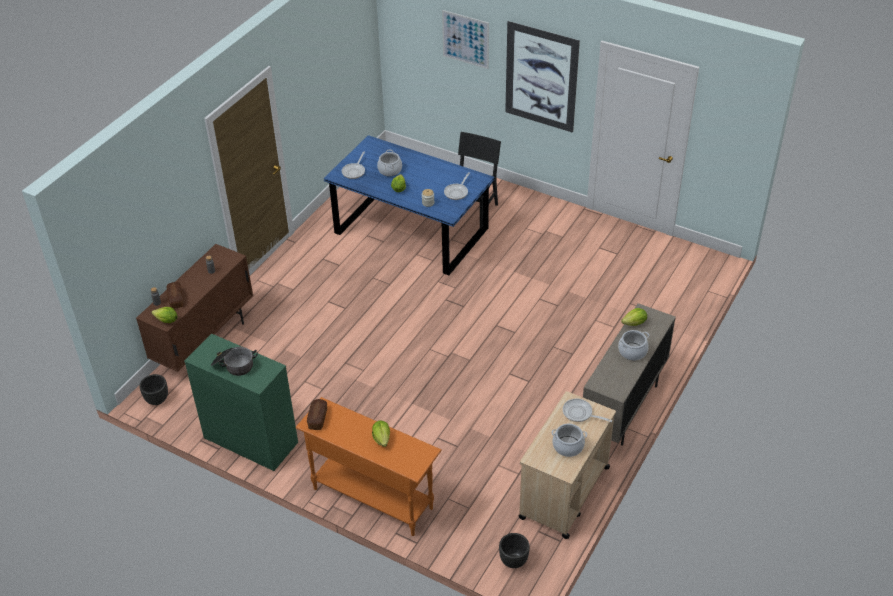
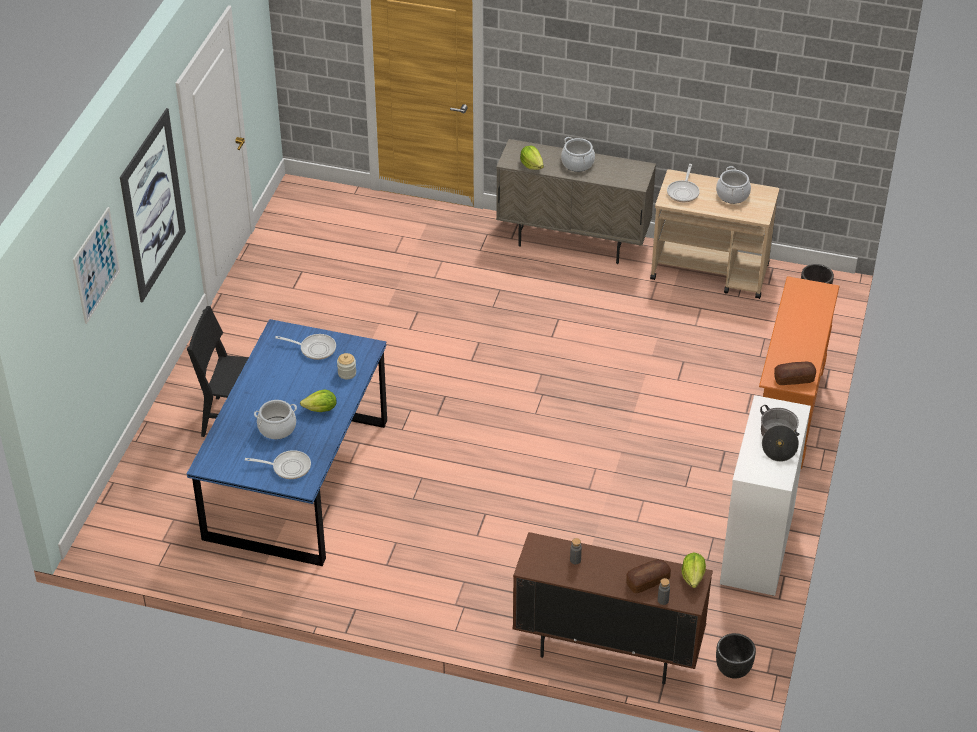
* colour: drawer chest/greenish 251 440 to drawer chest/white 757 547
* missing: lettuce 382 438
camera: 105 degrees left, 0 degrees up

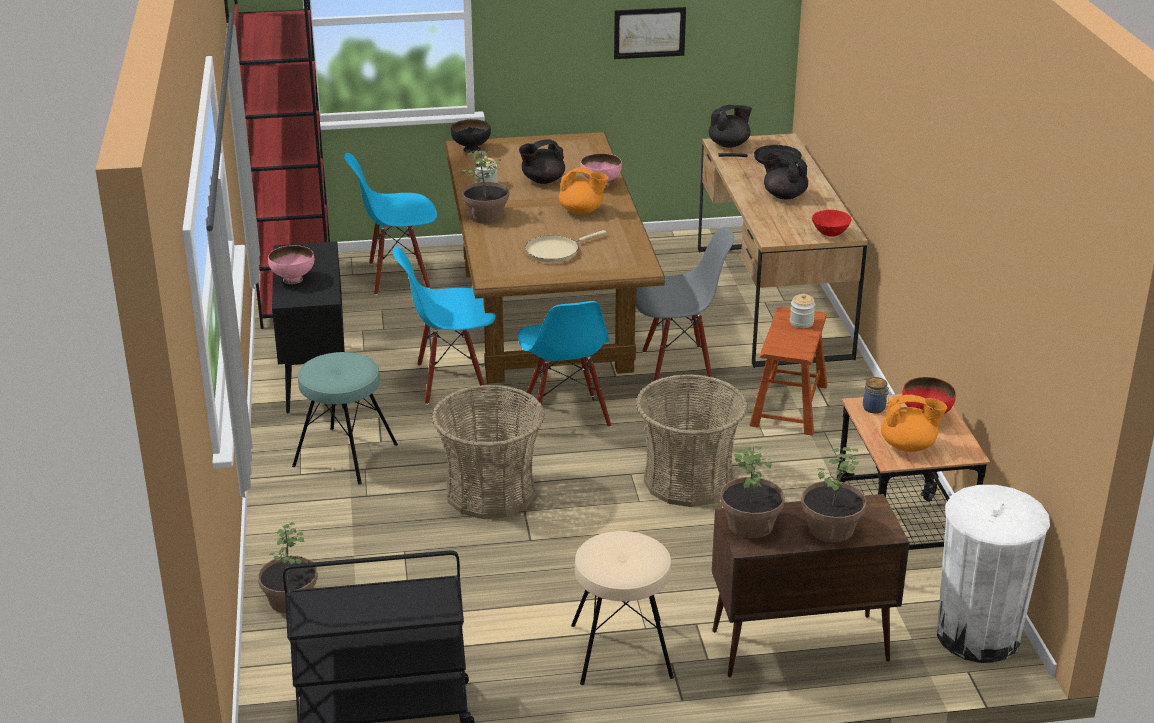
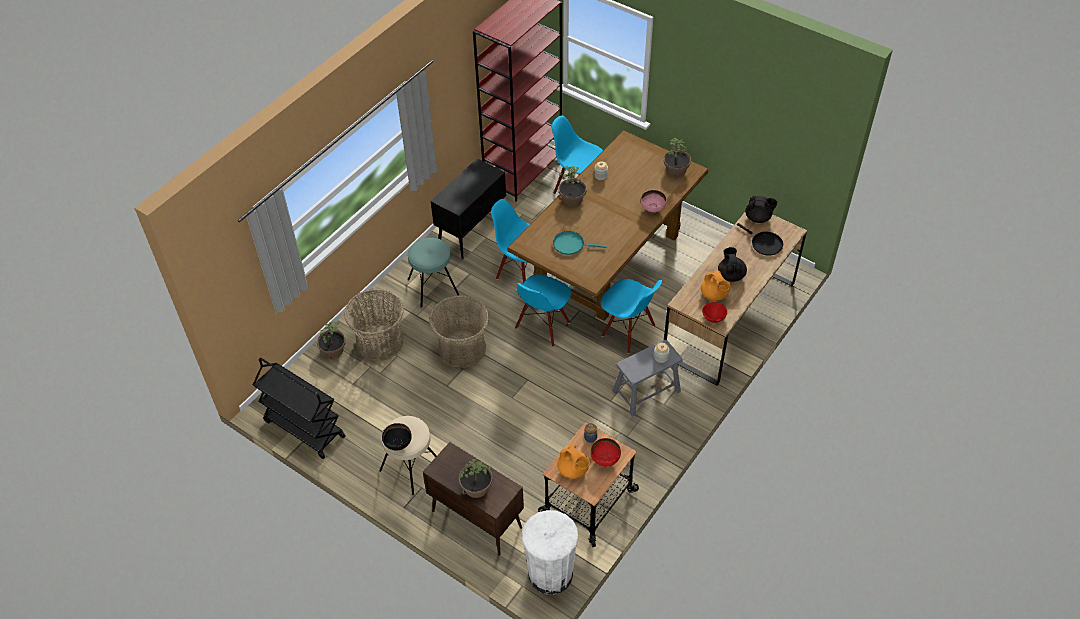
* relocated: storage basket 688 481 to 379 342
* relocated: serving bowl/black 471 149 to 398 444
* colour: frying pan/sand-coloured 555 251 to frying pan/blue-green 571 245
* colour: plain chair/greyish 678 367 to plain chair/blue 628 331
* colour: stool/brown 789 405 to stool/greyish 646 391
* relocated: houseplant 751 524 to 676 170
* relocated: pot for tea/orange-coloured 582 211 to 714 295
* missing: serving bowl/pink 293 280
* missing: pot for tea/black 542 180
* missing: picture 649 32
camera: 45 degrees right, 20 degrees up

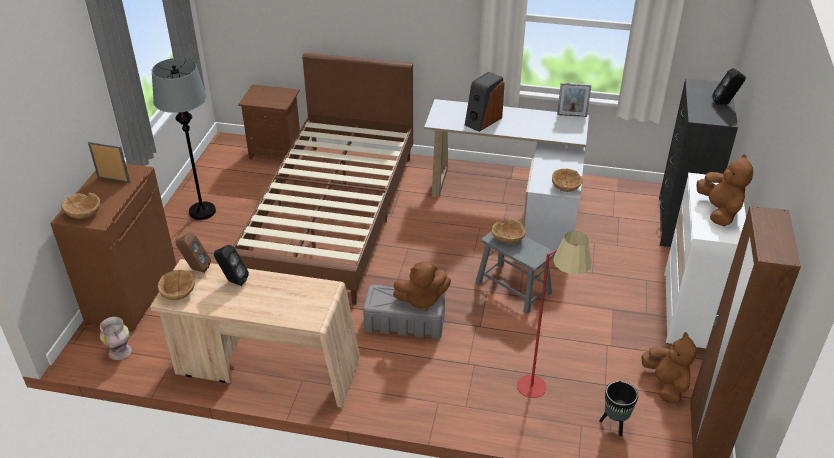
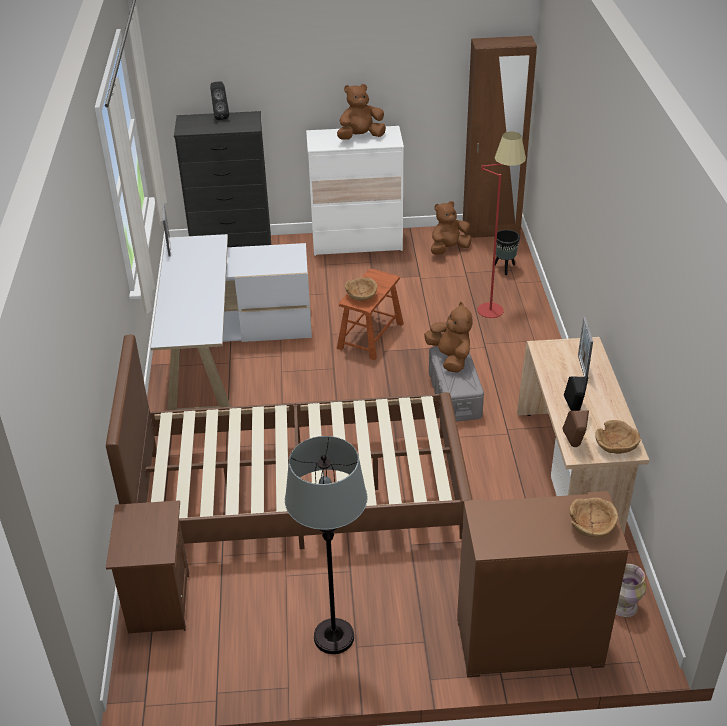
* colour: stool/greyish 513 288 to stool/brown 370 336
* relocated: standing frame 114 179 to 582 367
* missing: loudspeaker 483 121
* missing: serving bowl/brown 565 186
camera: 105 degrees left, 0 degrees up

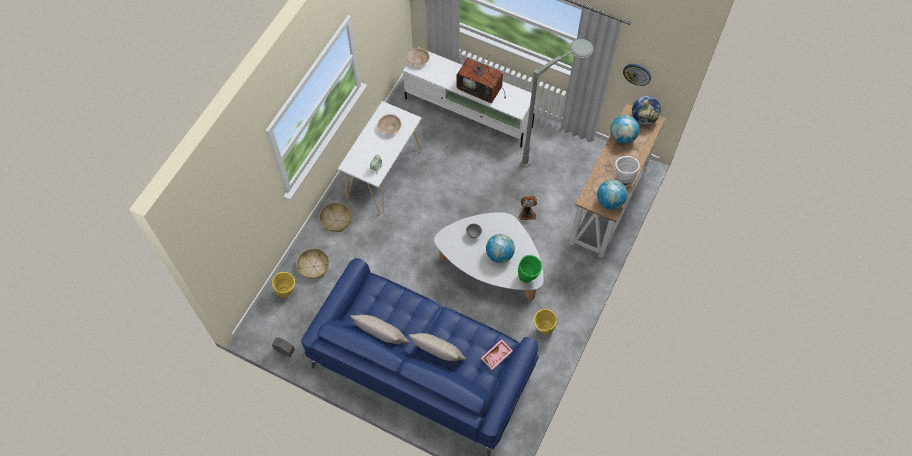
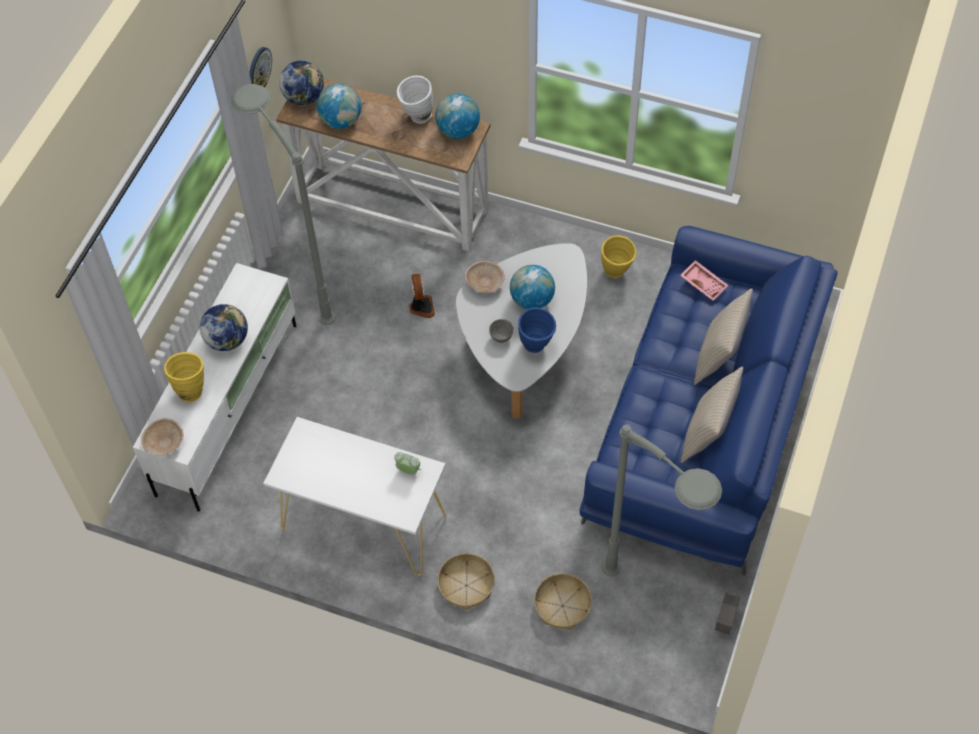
* relocated: decorative vase/yellow-coloured 287 292 to 191 389
* exchanged: TV 481 89 to desk globe 227 340
* relocated: serving bowl/sand-coloured 389 128 to 485 283
* appeared: decorative vase/blue 537 347
* appeared: standard lamp/greyish 653 609
* missing: decorative vase/greenish 528 277
camera: 95 degrees left, 5 degrees down

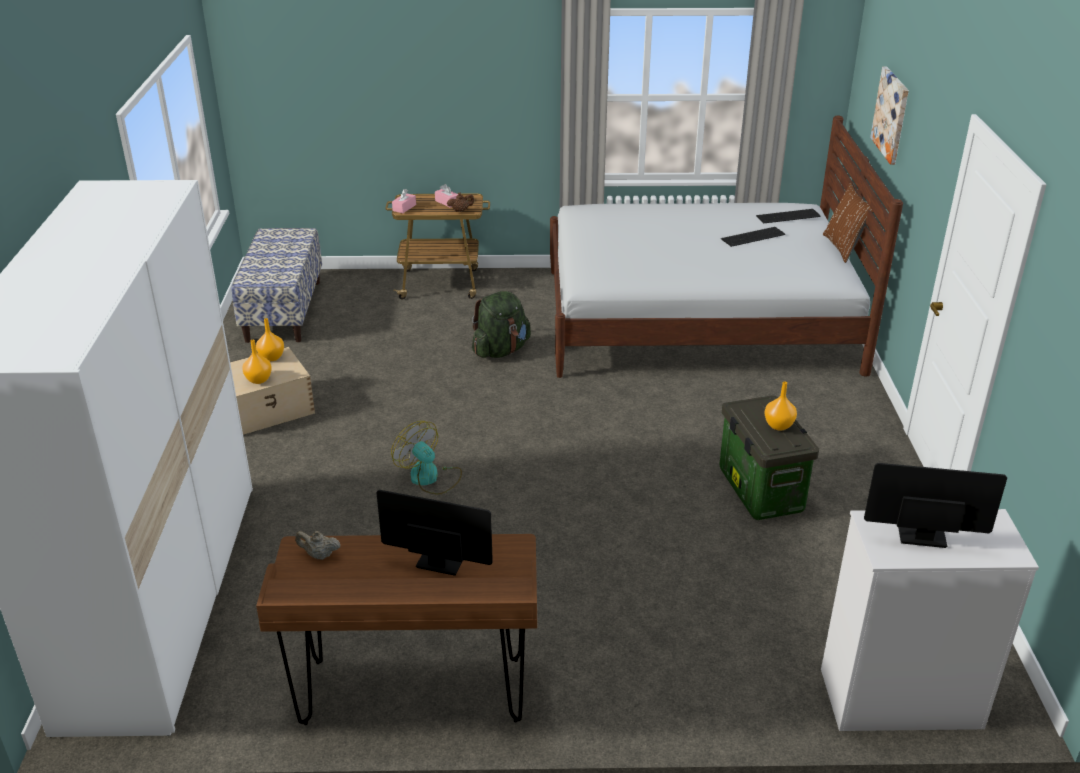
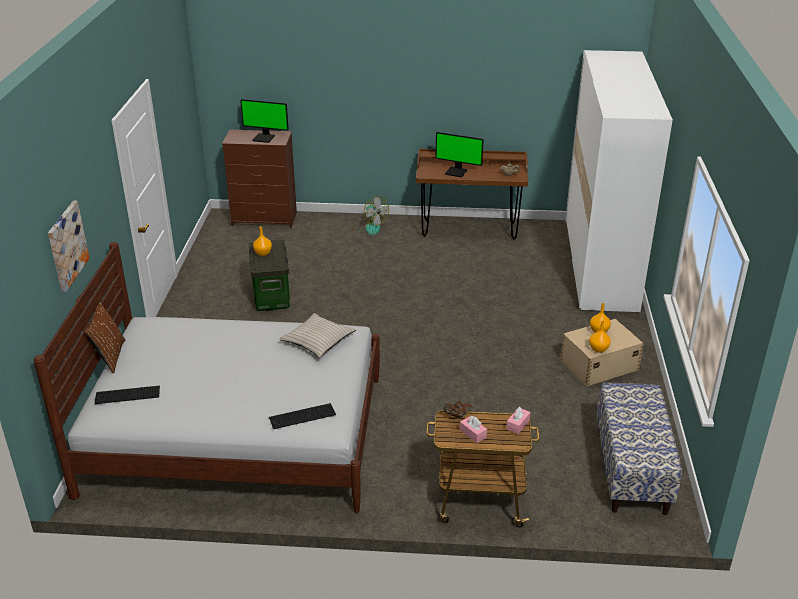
* colour: drawer chest/white 898 698 to drawer chest/brown 265 219
* relocated: PC keyboard 754 237 to 301 415
* appeared: pillow/sand-coloured 317 341
* relocated: fan 430 478 to 369 227
* missing: rucksack/greenish 501 350
camera: 175 degrees left, 0 degrees up

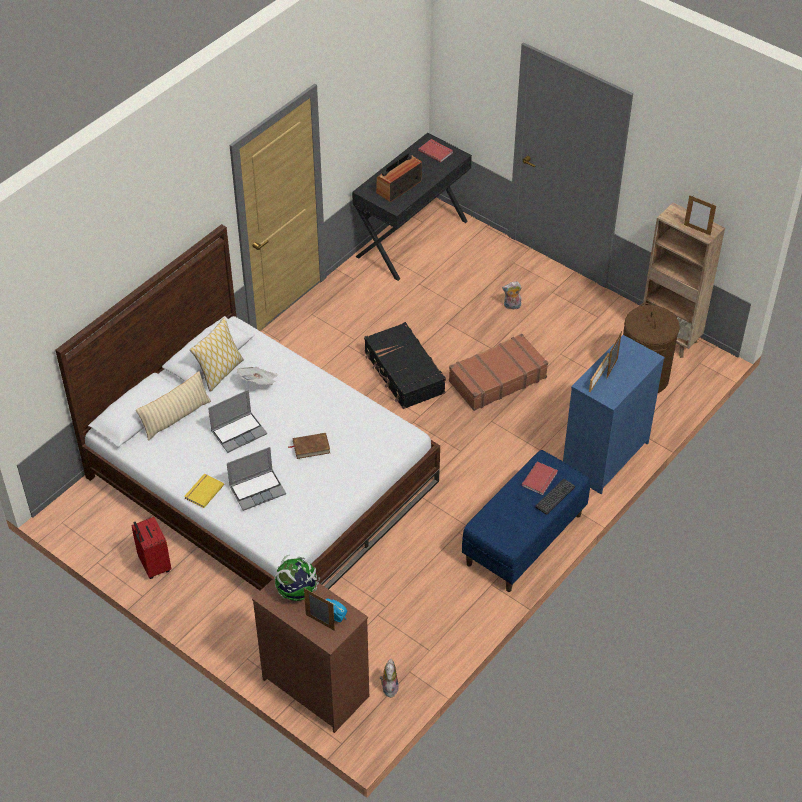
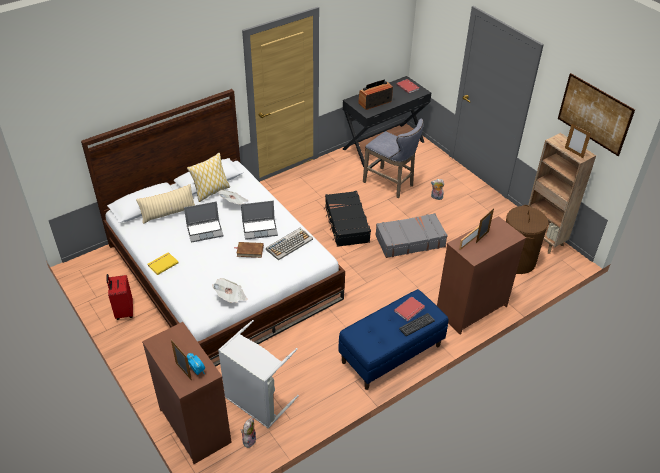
* appeared: printed paper 231 297
* appeared: hamper/greyish 257 402
* relocated: portable computer 258 489 to 260 229
* appeared: PC keyboard 289 244
* appeared: stool/greyish 391 184
* colour: piece of luggage/brown 496 379 to piece of luggage/greyish 409 241
* colour: drawer chest/blue 604 456 to drawer chest/brown 471 308
* appeared: picture 594 114
* missing: desk globe 297 592
camera: 15 degrees right, 5 degrees down

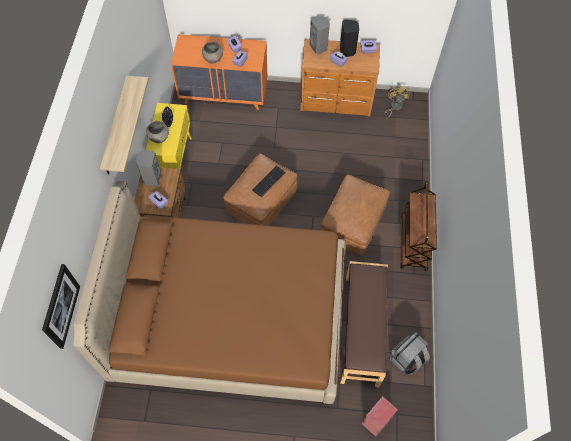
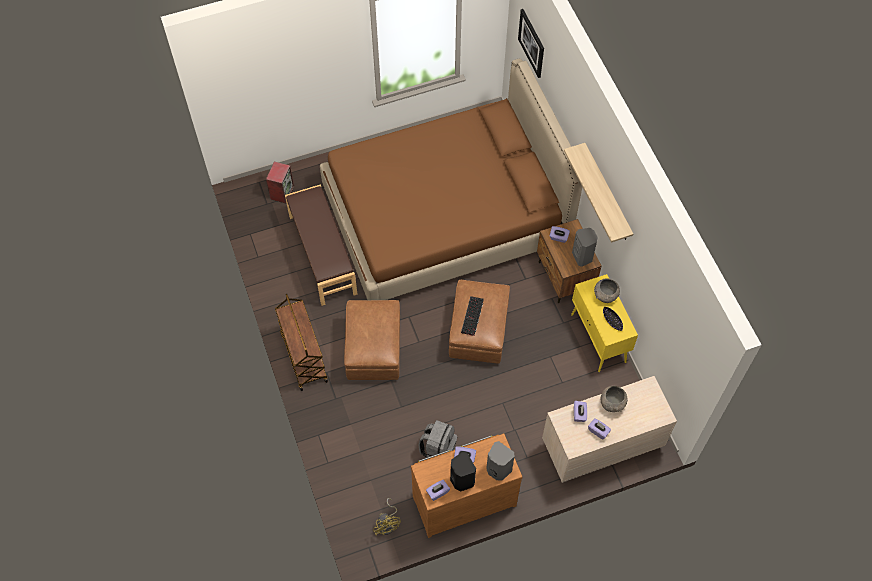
* relocated: rucksack/greyish 407 359 to 438 449
* colour: drawer chest/orange-coloured 224 94 to drawer chest/sand-coloured 601 447
camera: 155 degrees right, 0 degrees up

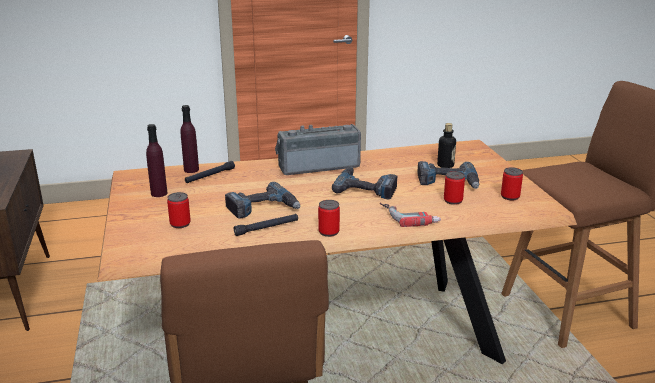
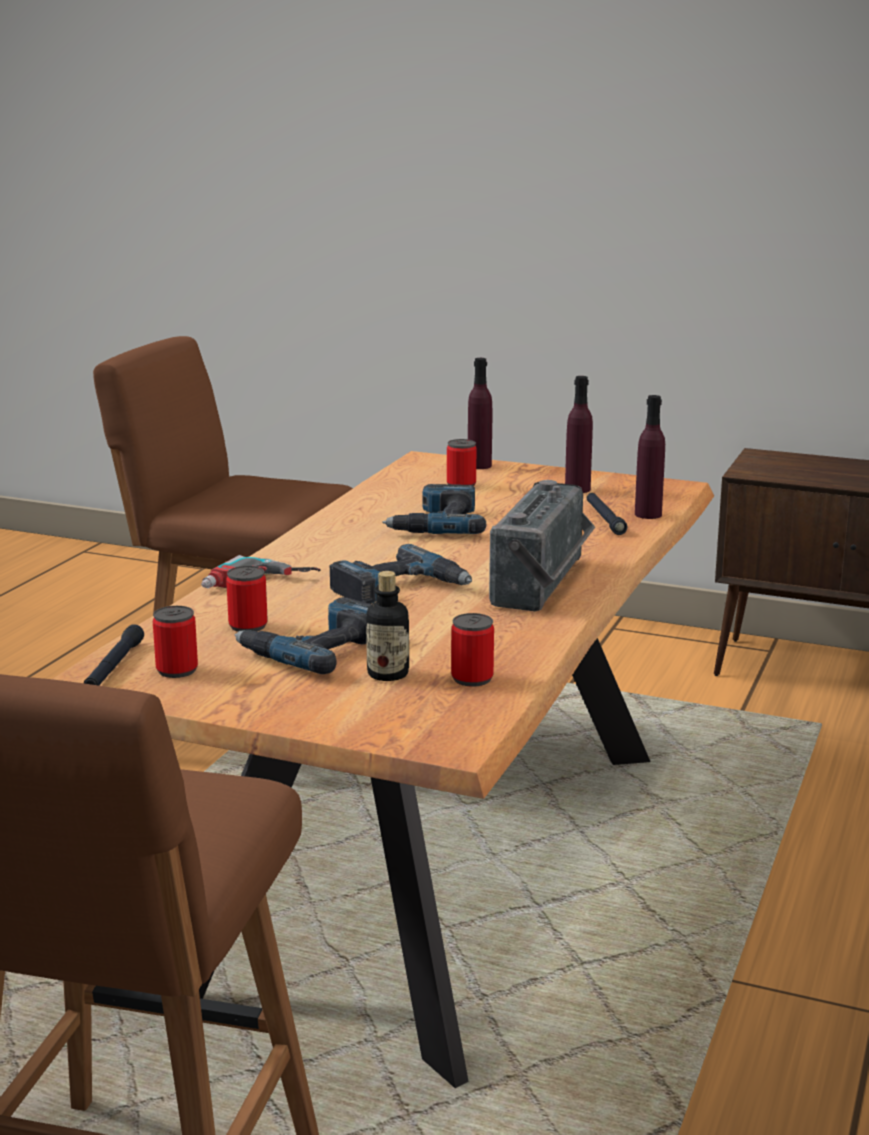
* relocated: flashlight/black 267 228 to 114 667
* relocated: metal can 329 232 to 472 678
* appeared: bottle/purple 479 466
camera: 125 degrees right, 5 degrees down

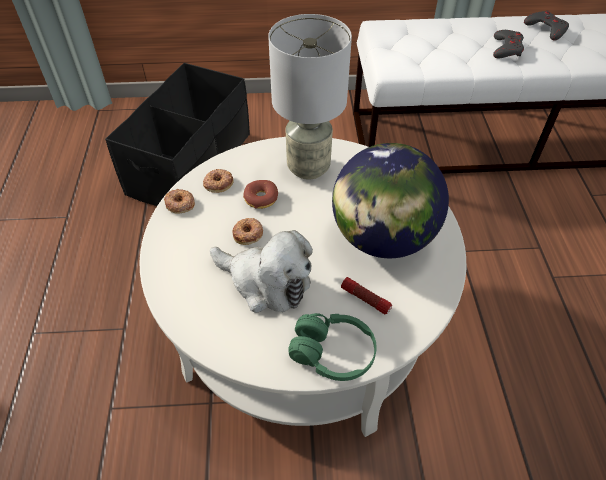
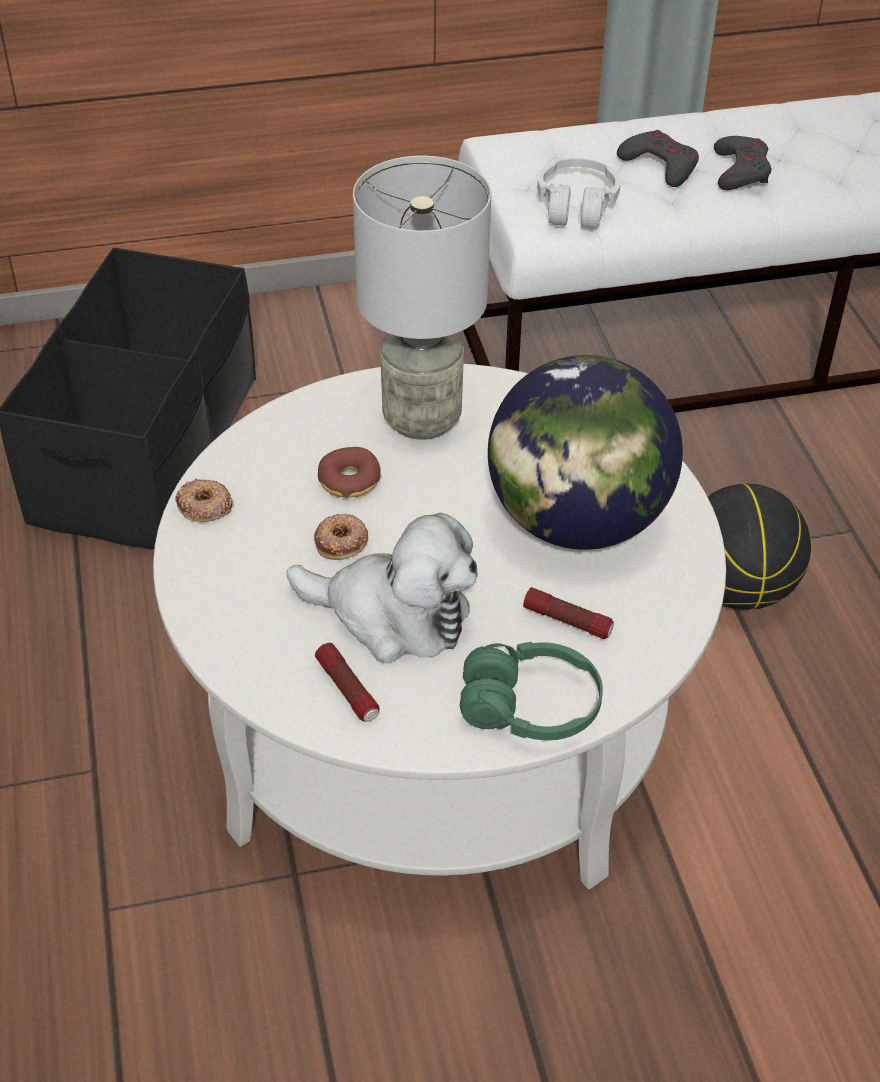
* appeared: flashlight 348 690
* appeared: pair of headphones/white 576 206
* relocated: joypad/greyish 546 29 to 660 165
* appeared: basketball ball 737 589
* missing: donut 218 183
camera: 10 degrees left, 5 degrees down

